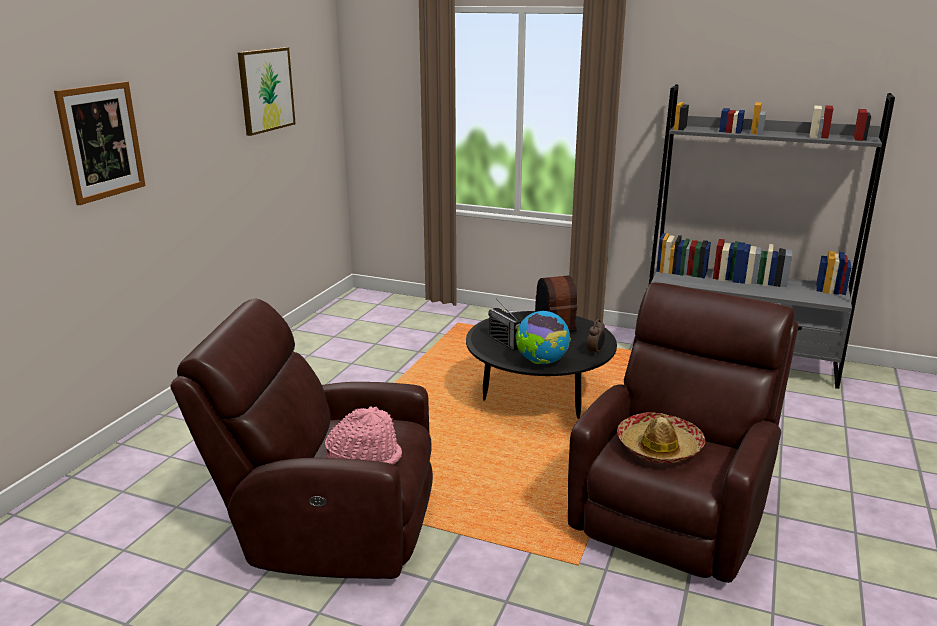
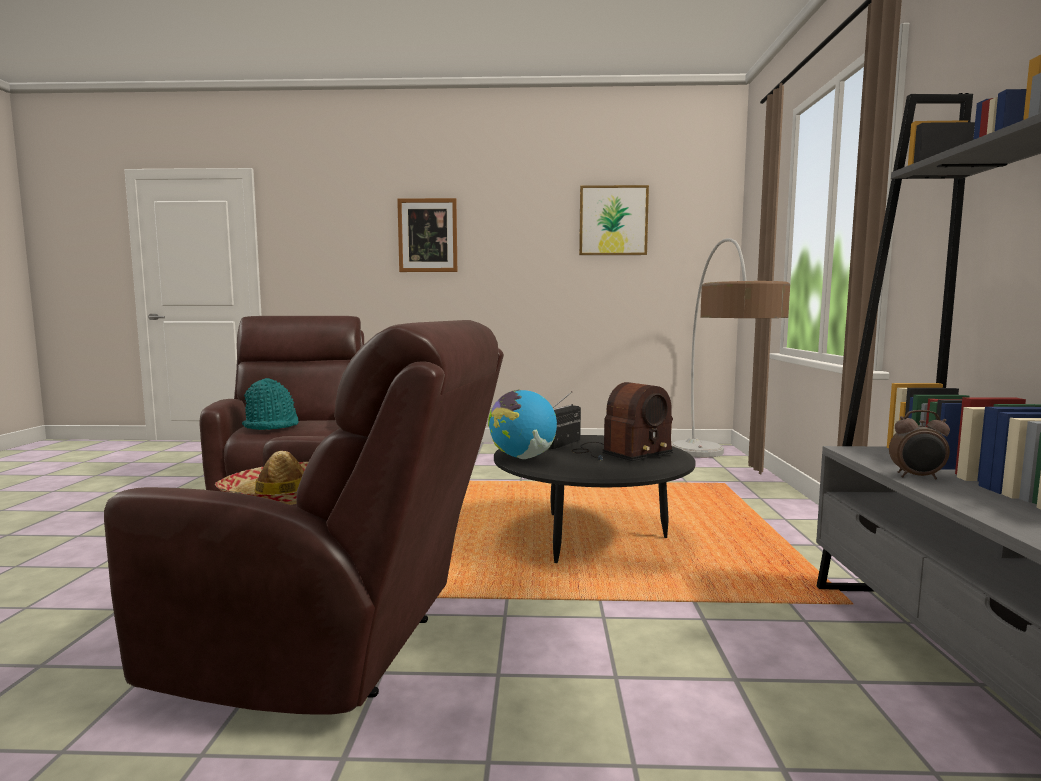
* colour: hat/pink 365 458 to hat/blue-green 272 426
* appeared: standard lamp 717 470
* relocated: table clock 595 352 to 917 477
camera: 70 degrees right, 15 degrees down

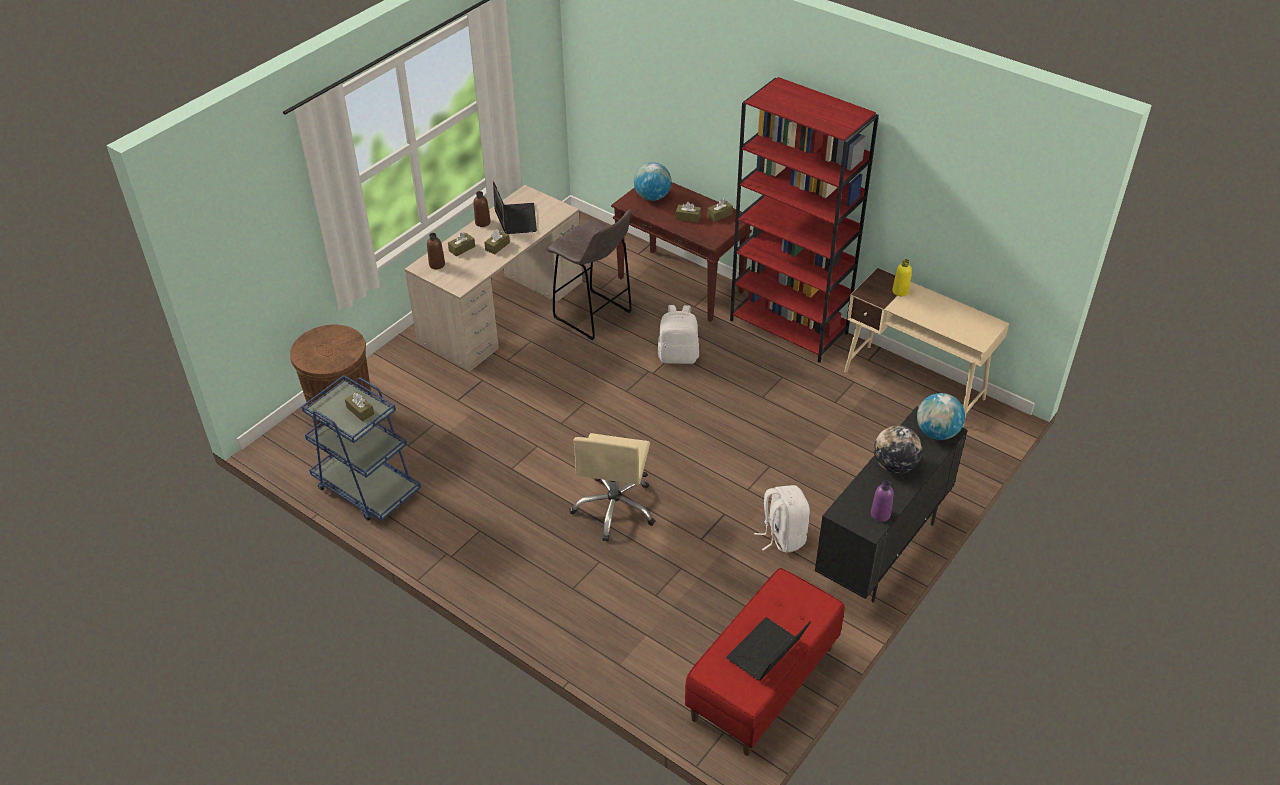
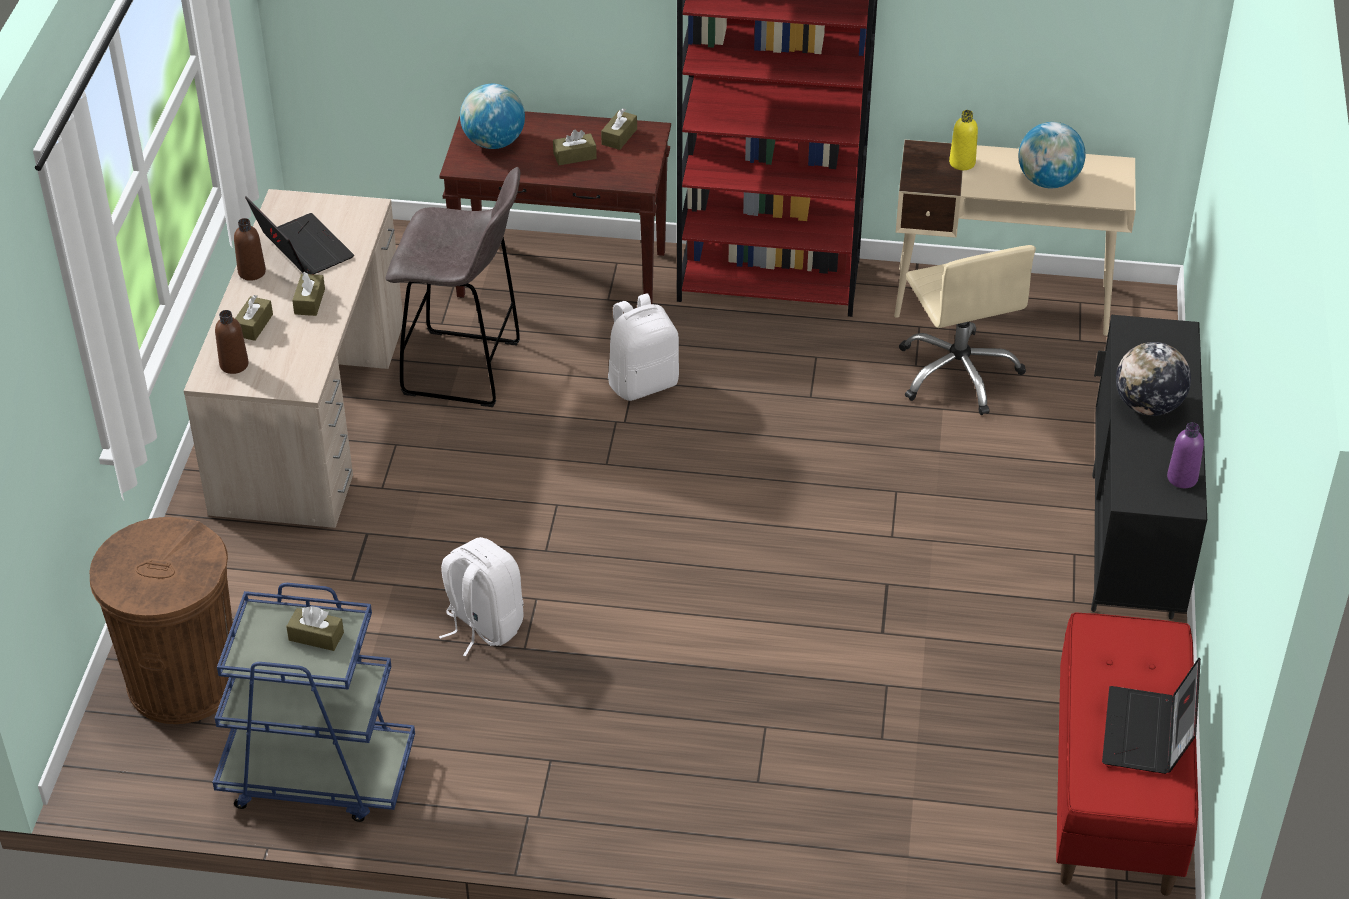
* relocated: rucksack/white 782 536 to 482 625
* relocated: office chair/sand-coloured 615 508 to 958 373
* relocated: desk globe 937 432 to 1048 181
camera: 30 degrees left, 0 degrees up

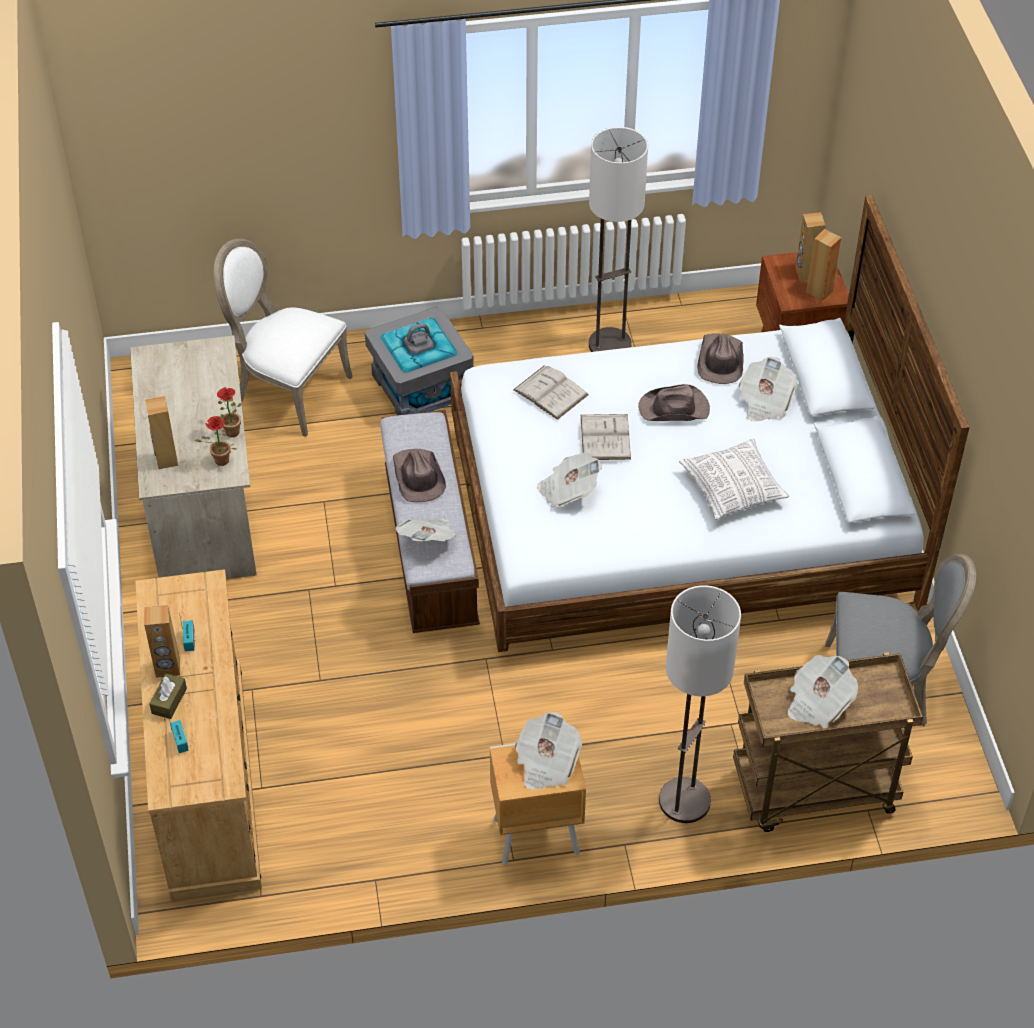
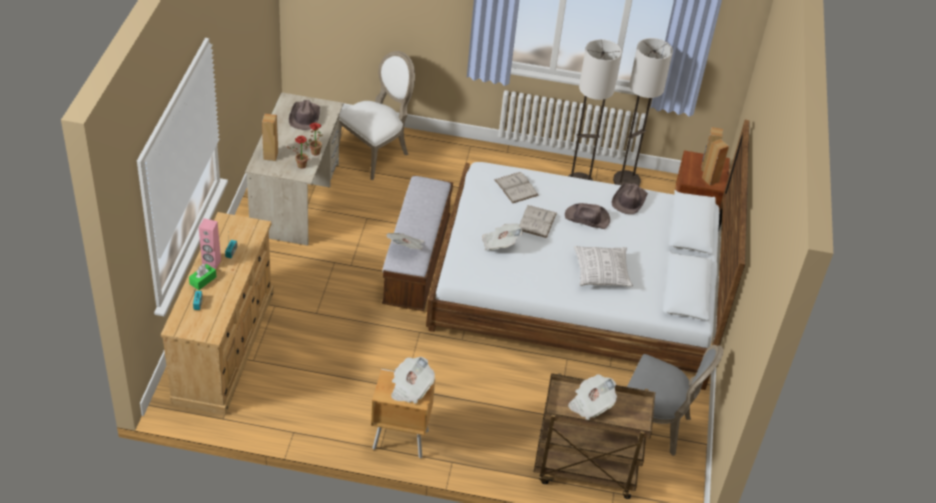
* colour: tissue box/brown 169 701 to tissue box/greenish 203 280
* colour: loudspeaker/brown 168 668 to loudspeaker/pink 211 263
* relocated: hat/brown 418 477 to 304 117
* spun: plain chair/white 287 390 = 375 153 90 degrees clockwise
* relocated: standard lamp 684 800 to 626 181
* missing: storage box/greyish 420 386
* missing: printed paper 765 402
camera: 15 degrees right, 5 degrees down

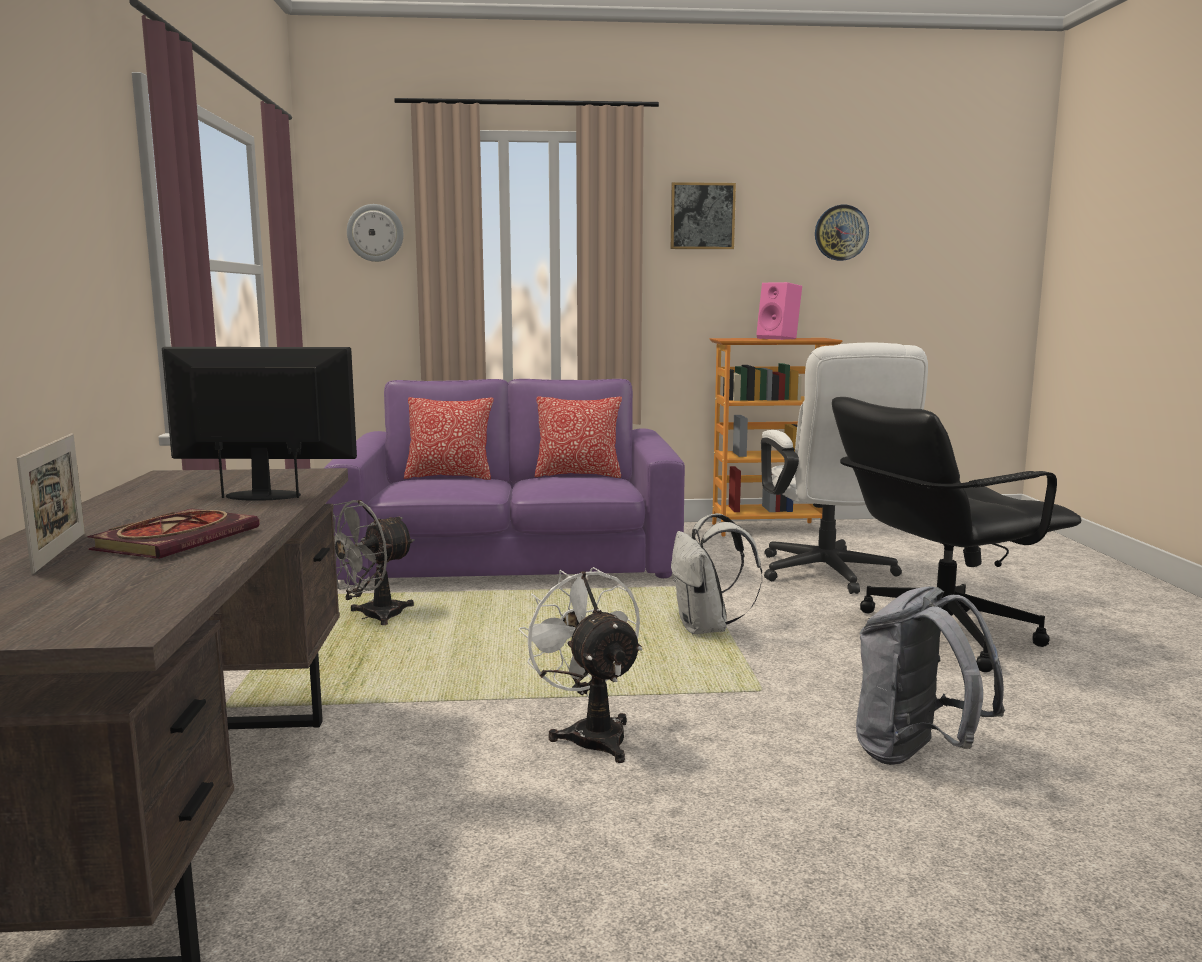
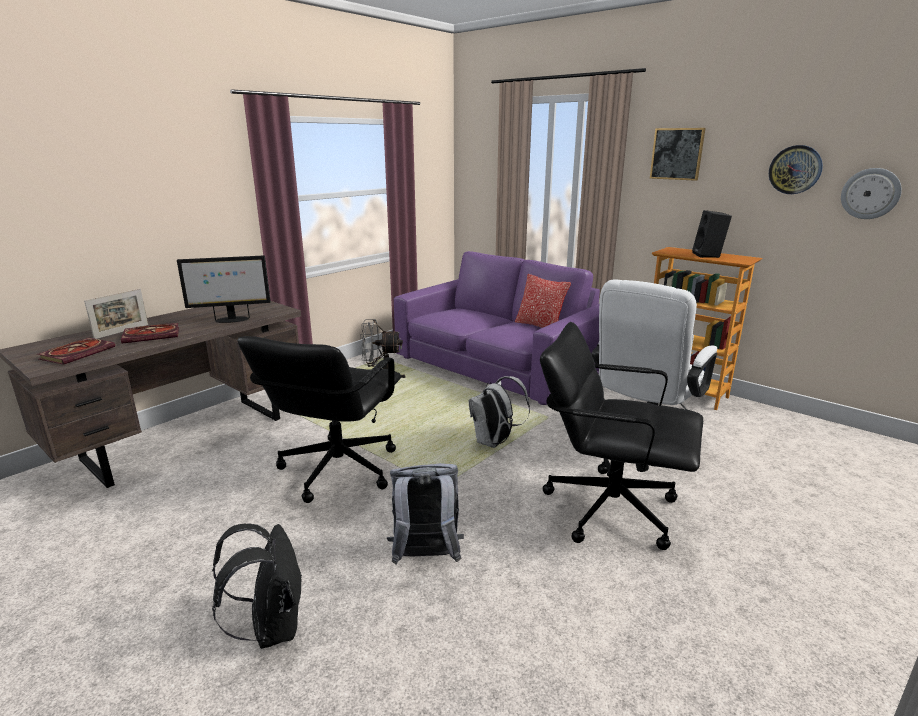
* appeared: book 78 353
* spun: monitor 265 496 = 231 320 120 degrees clockwise
* appeared: rucksack/black 271 627
* exchanged: fan/white 591 734 to office chair/black 337 469
* colour: loudspeaker/pink 779 338 to loudspeaker/black 709 255
* relocated: clock on the wall 375 233 to 870 193
* missing: pillow 449 477
camera: 45 degrees right, 10 degrees up

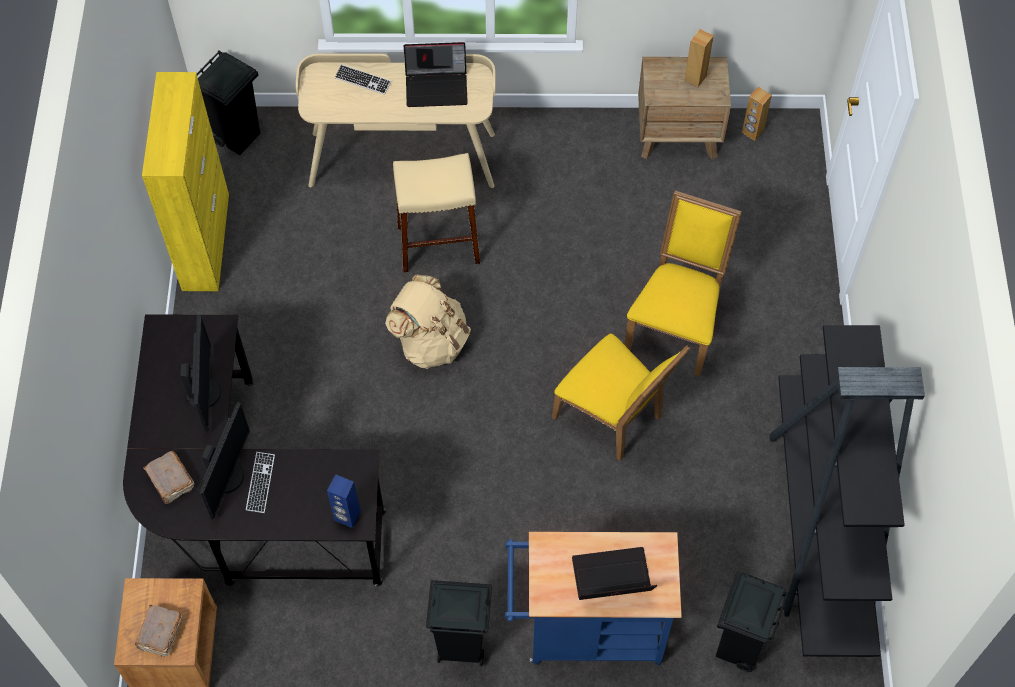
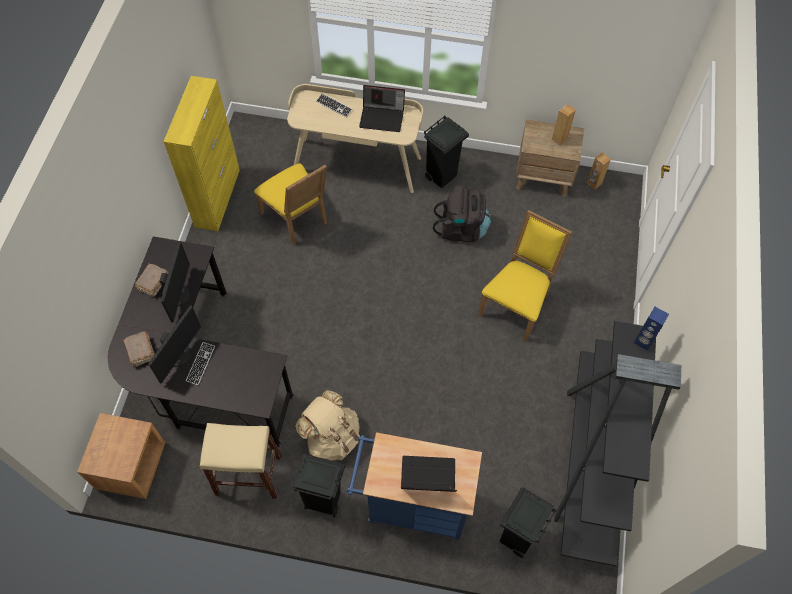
* relocated: book/brown 160 634 to 153 283
* relocated: stool/sand-coloured 438 244 to 248 475
* relocated: plain chair/yellow-coloured 613 418 to 297 219
* relocated: rucksack/sand-coloured 431 341 to 332 438
* relocated: trash can/black 239 137 to 442 176
* appeared: rucksack/black 461 229
* relocated: loudspeaker/blue 347 516 to 643 341
camera: 10 degrees right, 0 degrees up

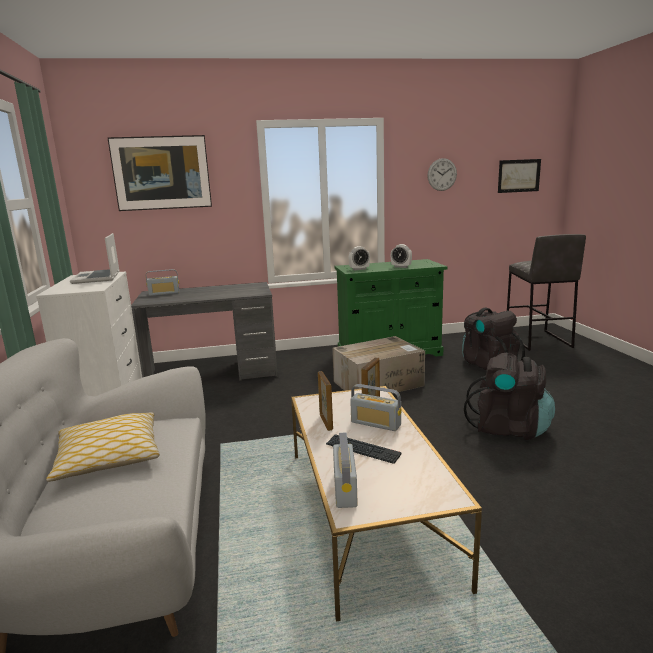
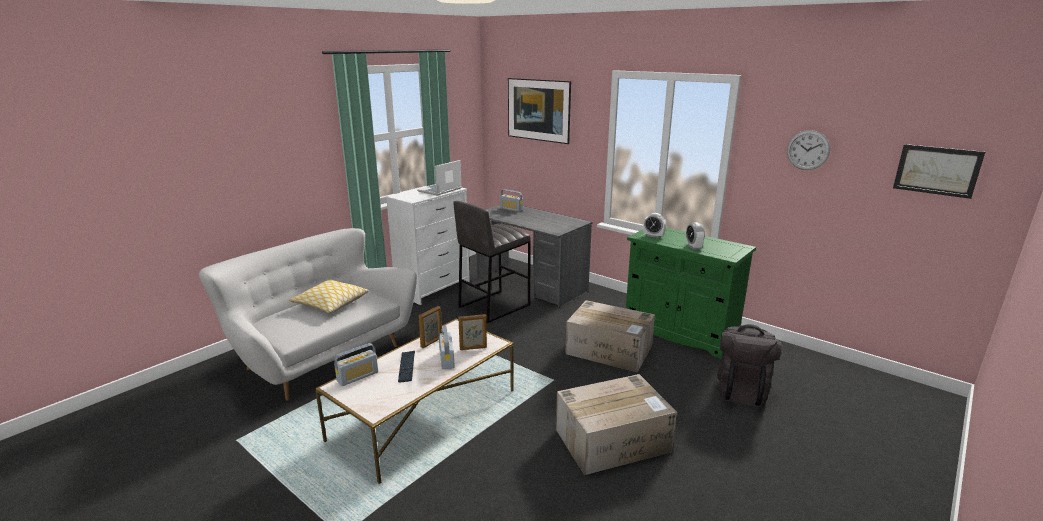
* relocated: stool/greyish 537 340 to 493 306
* exchanged: rucksack/black 508 428 to cardboard box 613 440
camera: 50 degrees right, 5 degrees up

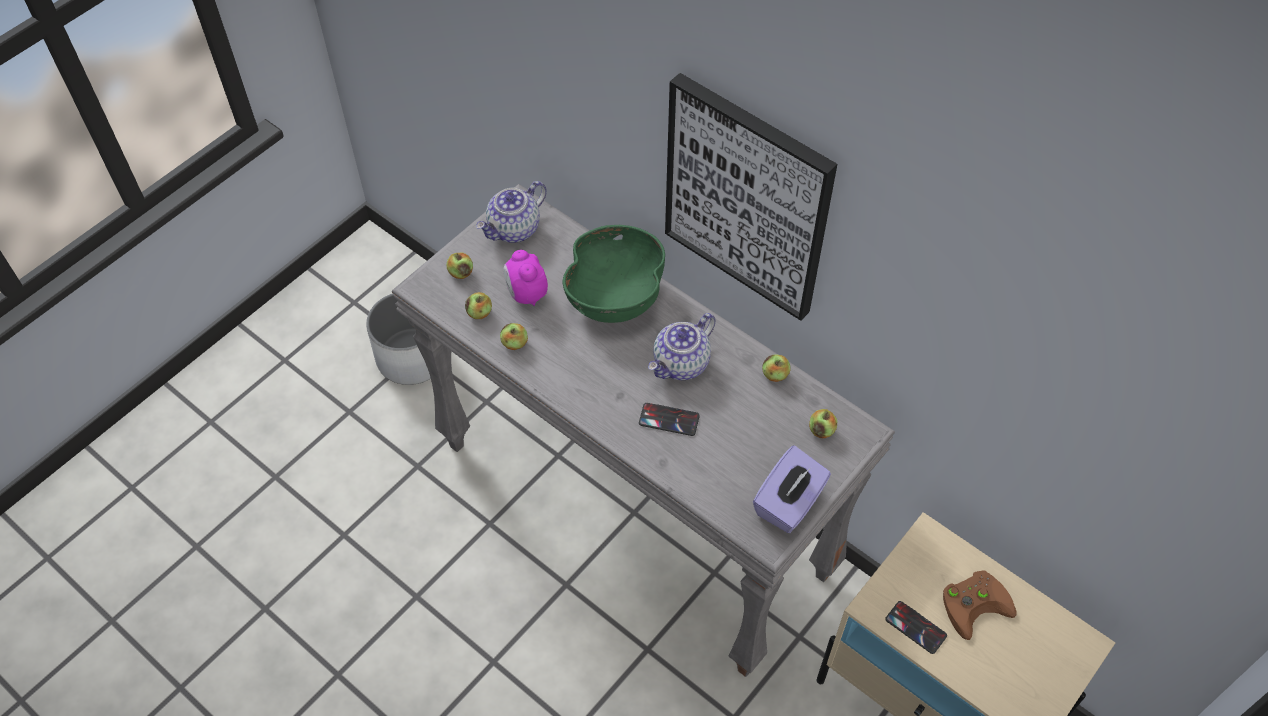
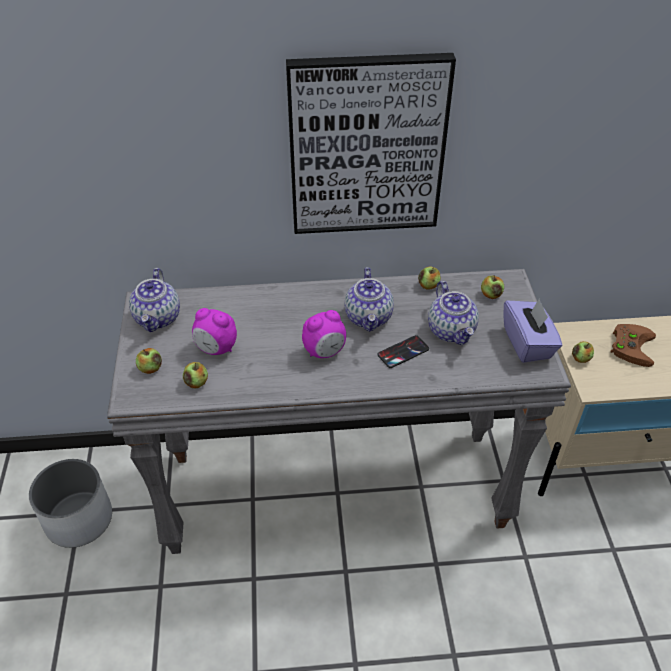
* appeared: table clock 324 351
* appeared: pot for tea 452 331
* relocated: apple 514 343 to 580 358
* missing: serving bowl/greenish 615 296
* missing: phone 916 627
camera: 45 degrees left, 10 degrees down

